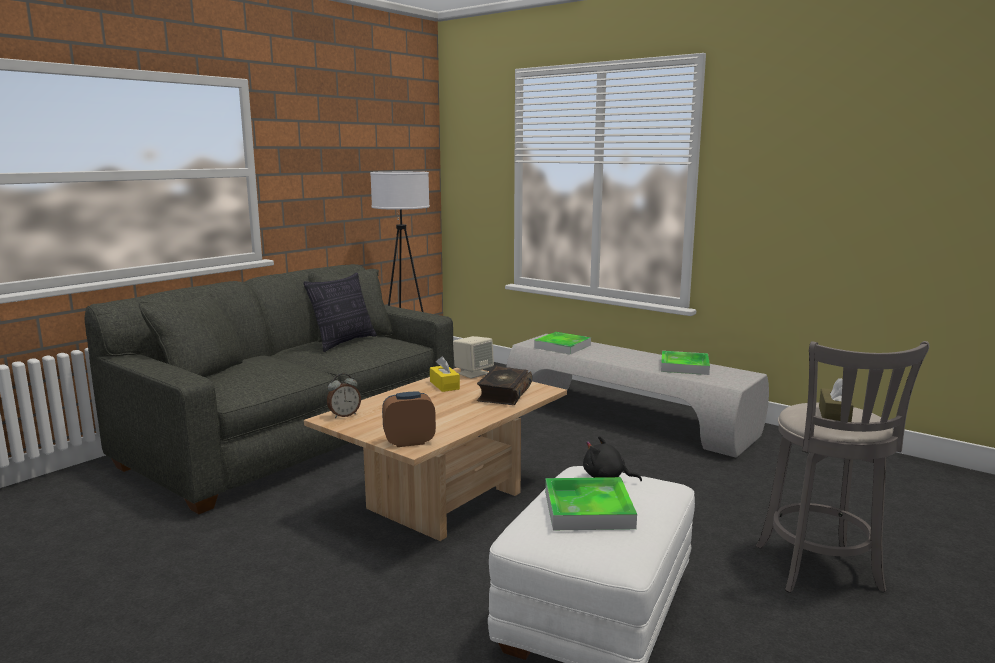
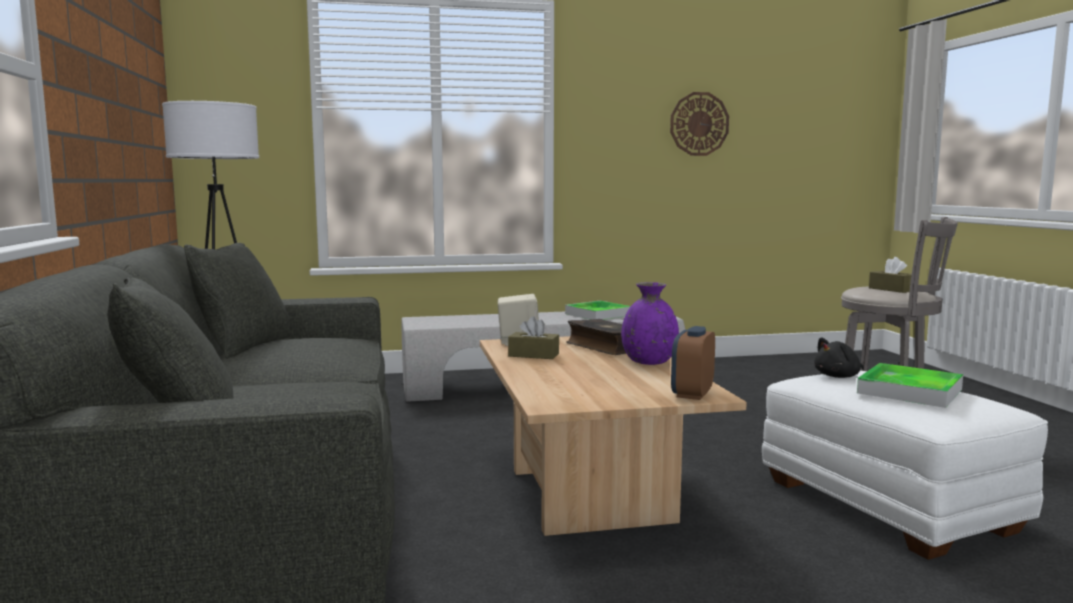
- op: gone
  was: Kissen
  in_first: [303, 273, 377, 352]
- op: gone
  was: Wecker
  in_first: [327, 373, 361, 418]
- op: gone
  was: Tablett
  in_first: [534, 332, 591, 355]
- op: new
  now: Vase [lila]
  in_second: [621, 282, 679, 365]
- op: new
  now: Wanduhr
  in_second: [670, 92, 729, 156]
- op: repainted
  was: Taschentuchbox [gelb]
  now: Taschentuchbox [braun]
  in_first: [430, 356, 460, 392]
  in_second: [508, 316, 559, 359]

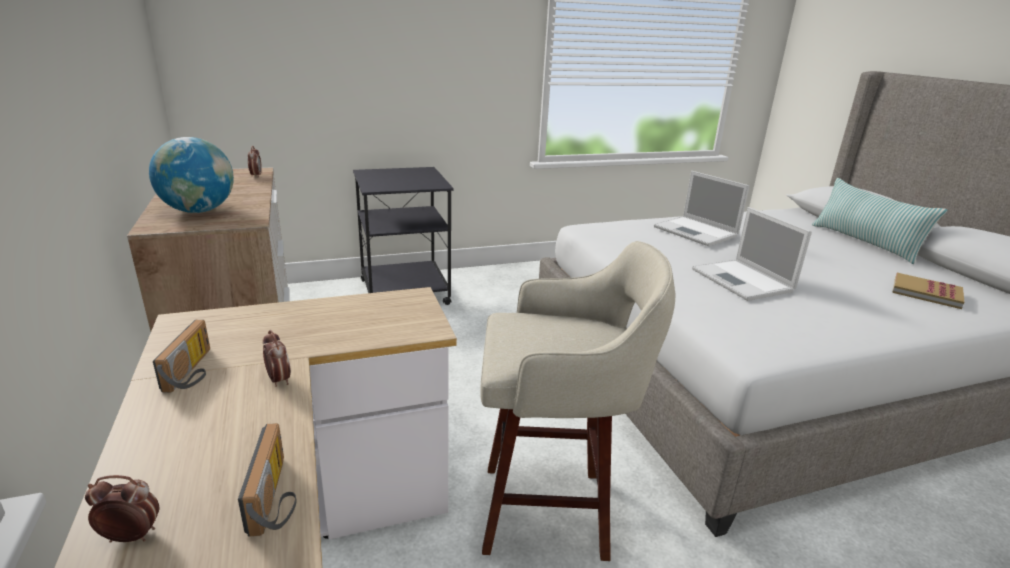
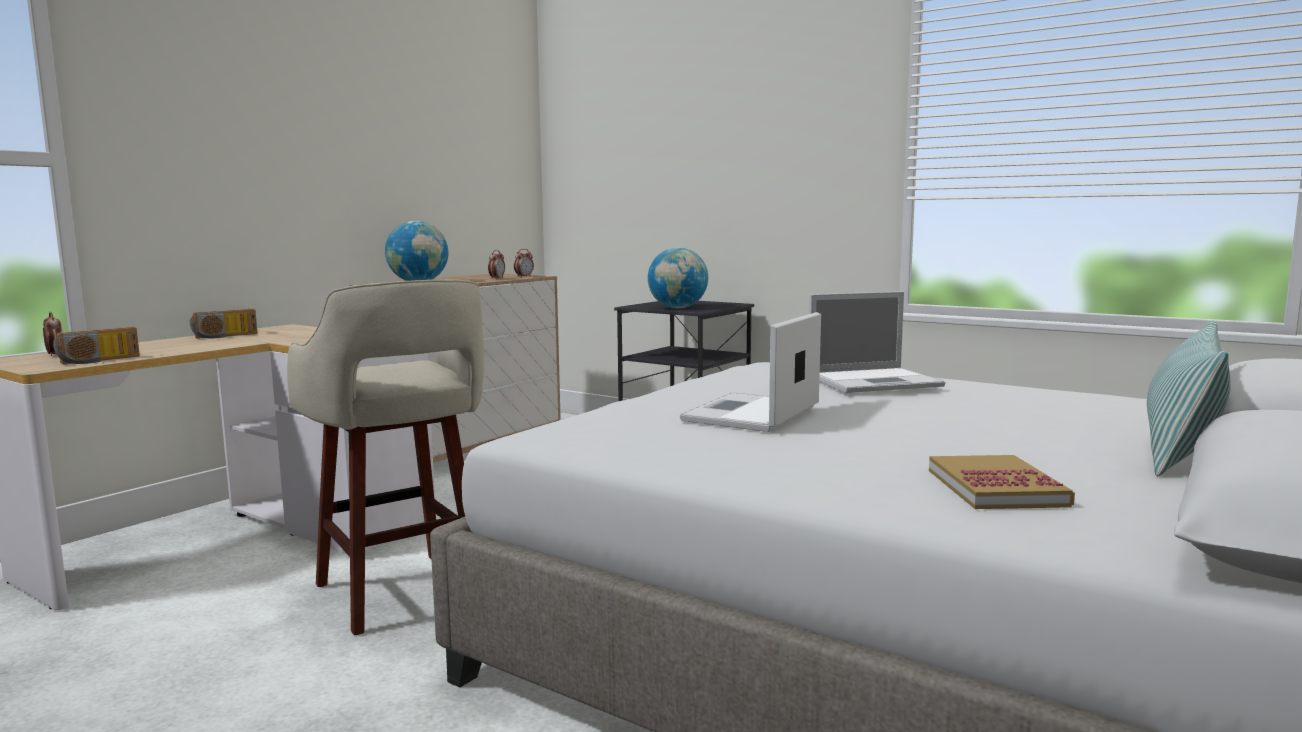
- op: new
  now: Globus
  in_second: [648, 247, 708, 309]
- op: shifted
  was: Wecker
  in_first: [263, 330, 291, 387]
  in_second: [488, 250, 505, 279]
- op: rotated
  was: Laptop
  in_first: [654, 171, 750, 246]
  in_second: [809, 291, 946, 393]
  clockwise: -120

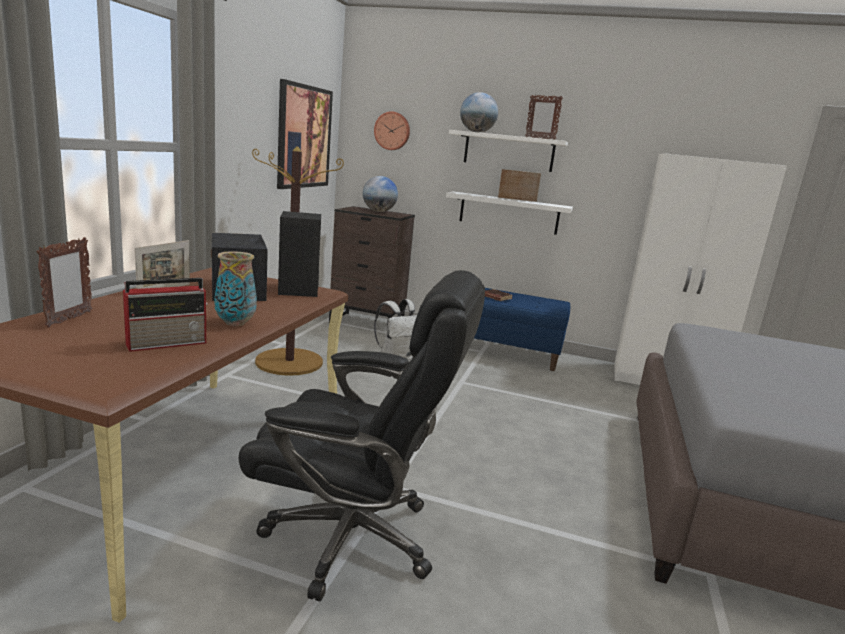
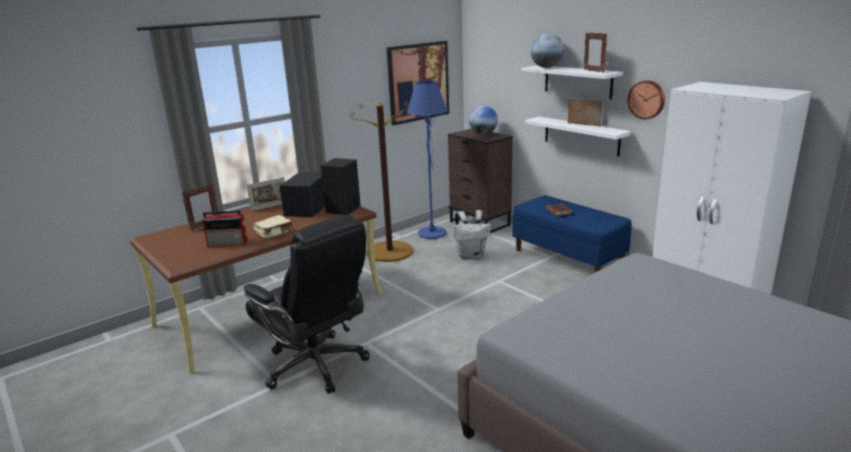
- op: new
  now: Stehlampe [blau]
  in_second: [407, 81, 448, 239]
- op: shifted
  was: Wanduhr
  in_first: [374, 111, 410, 150]
  in_second: [628, 80, 665, 119]
- op: swapped
  was: Vase
  now: Buch [beige]
  in_first: [214, 251, 257, 326]
  in_second: [253, 215, 293, 239]

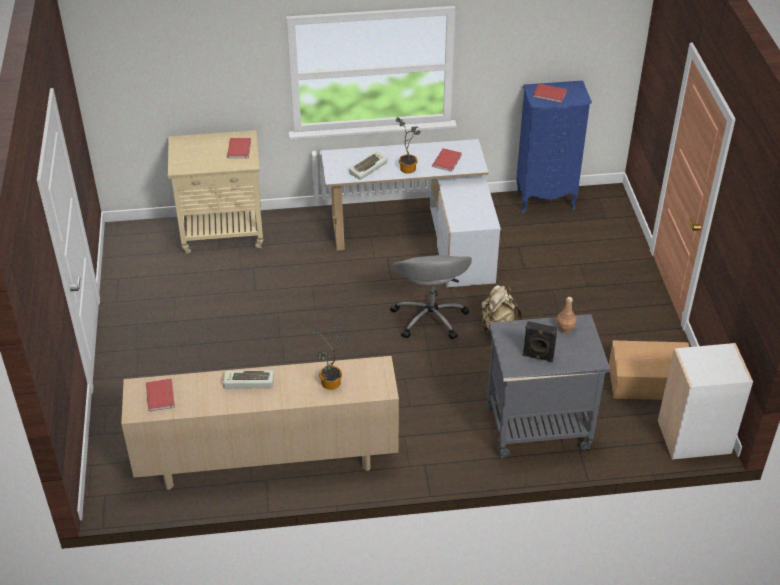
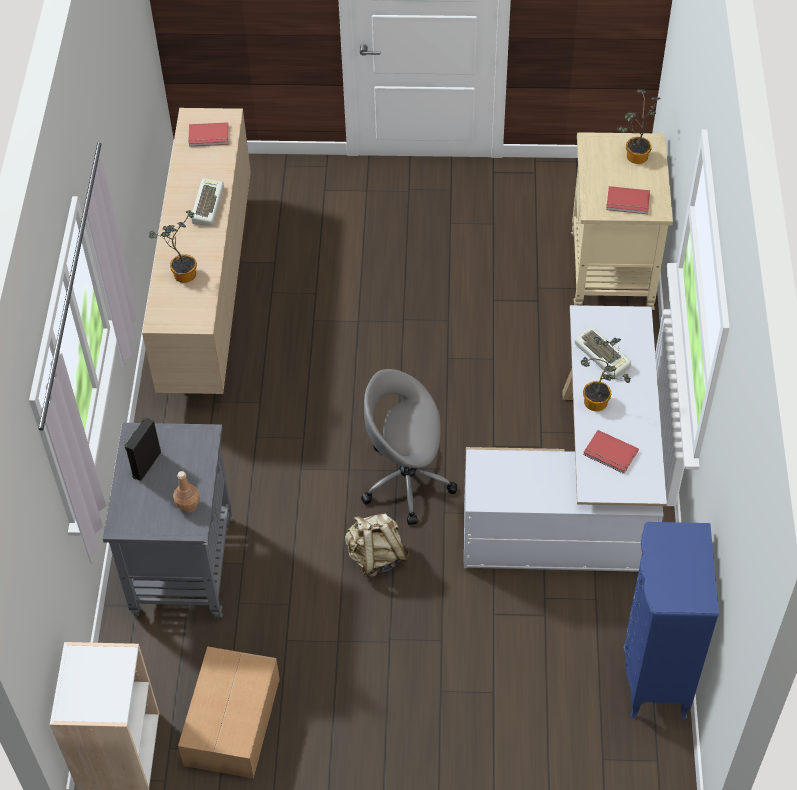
- op: gone
  was: Buch [rot]
  in_first: [533, 84, 567, 103]
- op: new
  now: Topfpflanze
  in_second: [617, 89, 661, 164]

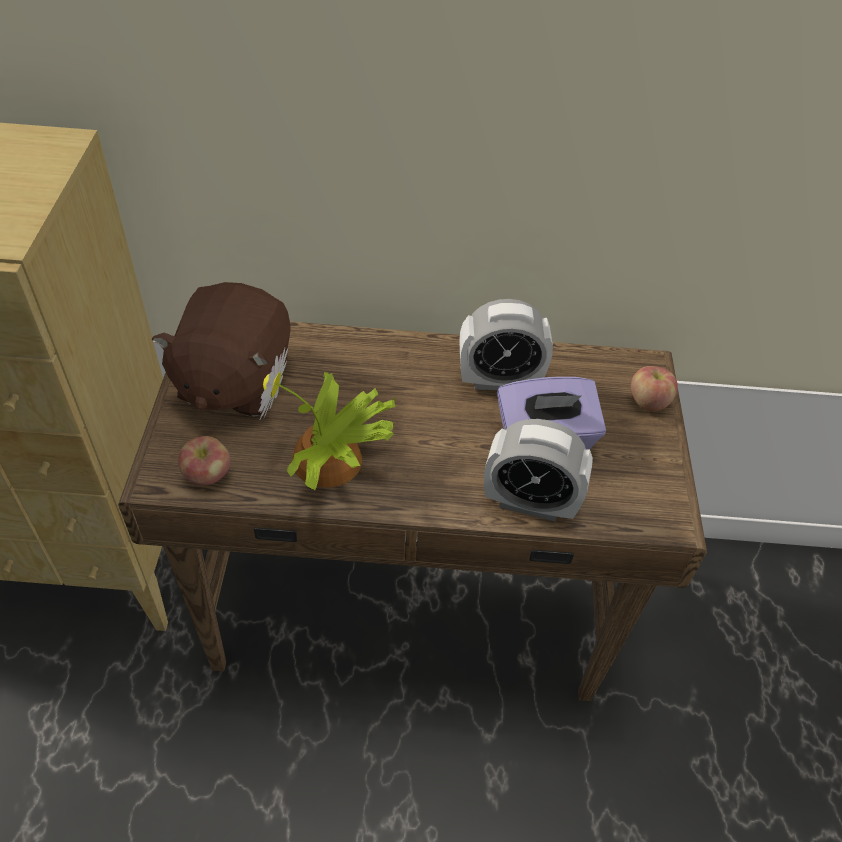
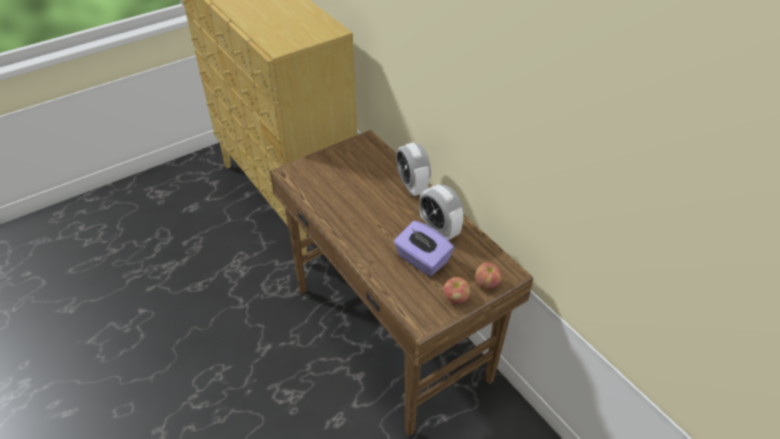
- op: gone
  was: Plüschtier [braun]
  in_first: [152, 282, 291, 417]
- op: gone
  was: Topfpflanze
  in_first: [258, 348, 396, 490]
- op: shifted
  was: Apfel
  in_first: [178, 436, 230, 485]
  in_second: [444, 277, 470, 303]
- op: shifted
  was: Wecker
  in_first: [484, 419, 593, 521]
  in_second: [396, 143, 431, 196]

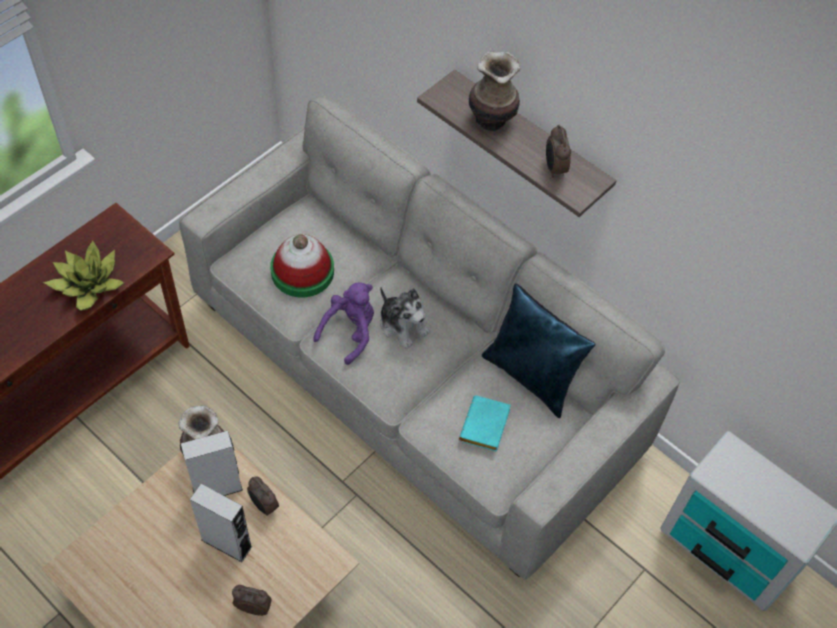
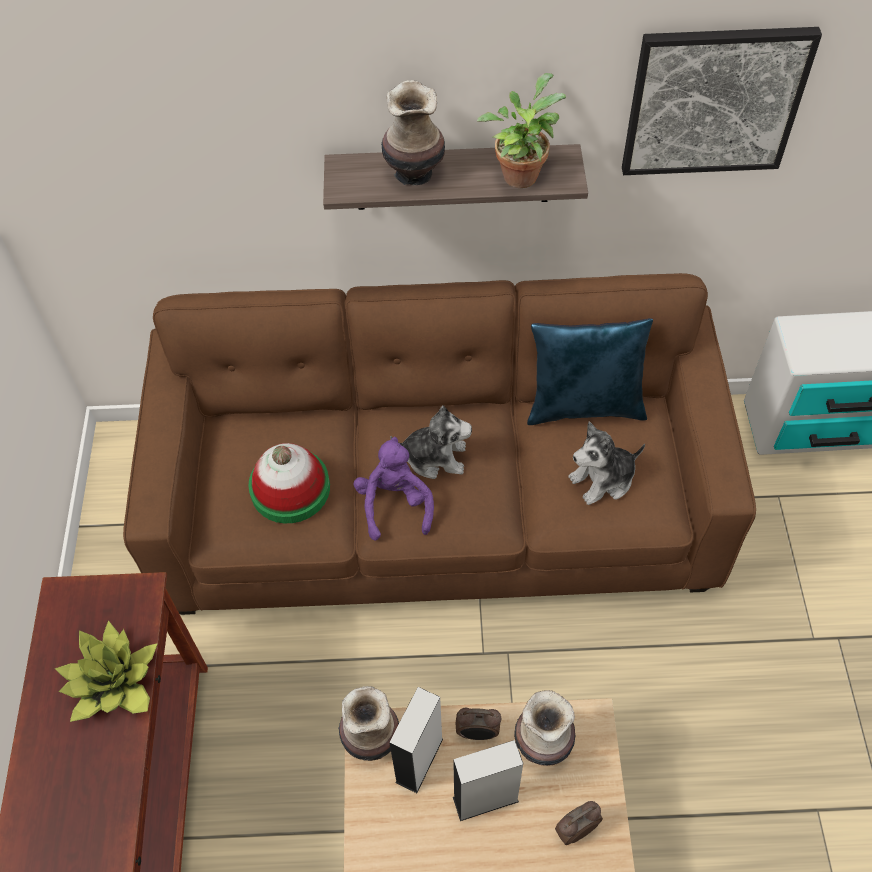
- op: new
  now: Vase
  in_second: [514, 690, 576, 766]
- op: new
  now: Bild
  in_second: [622, 27, 822, 175]
- op: swapped
  was: Buch [türkis]
  now: Plüschtier
  in_first: [459, 395, 511, 452]
  in_second: [568, 422, 645, 505]
- op: swapped
  was: Wecker
  now: Topfpflanze
  in_first: [546, 125, 571, 178]
  in_second: [477, 73, 566, 188]
- op: repainted
  was: Sofa [grau]
  now: Sofa [braun]
  in_first: [179, 96, 680, 580]
  in_second: [123, 273, 756, 615]

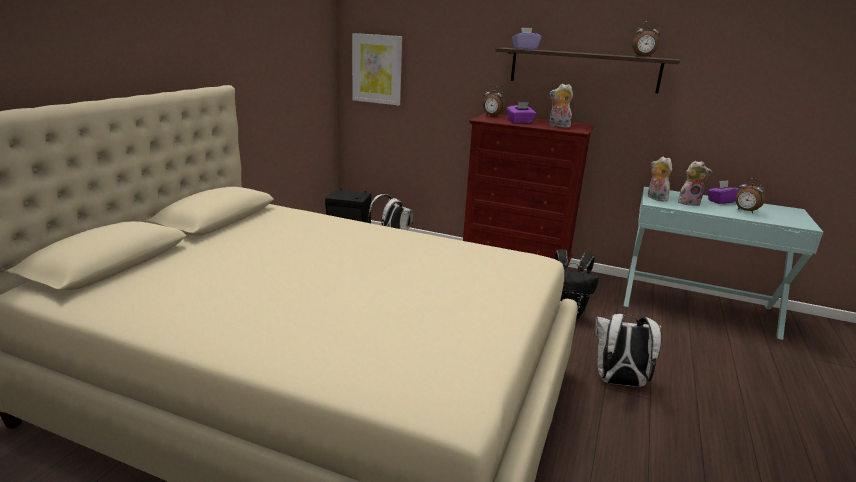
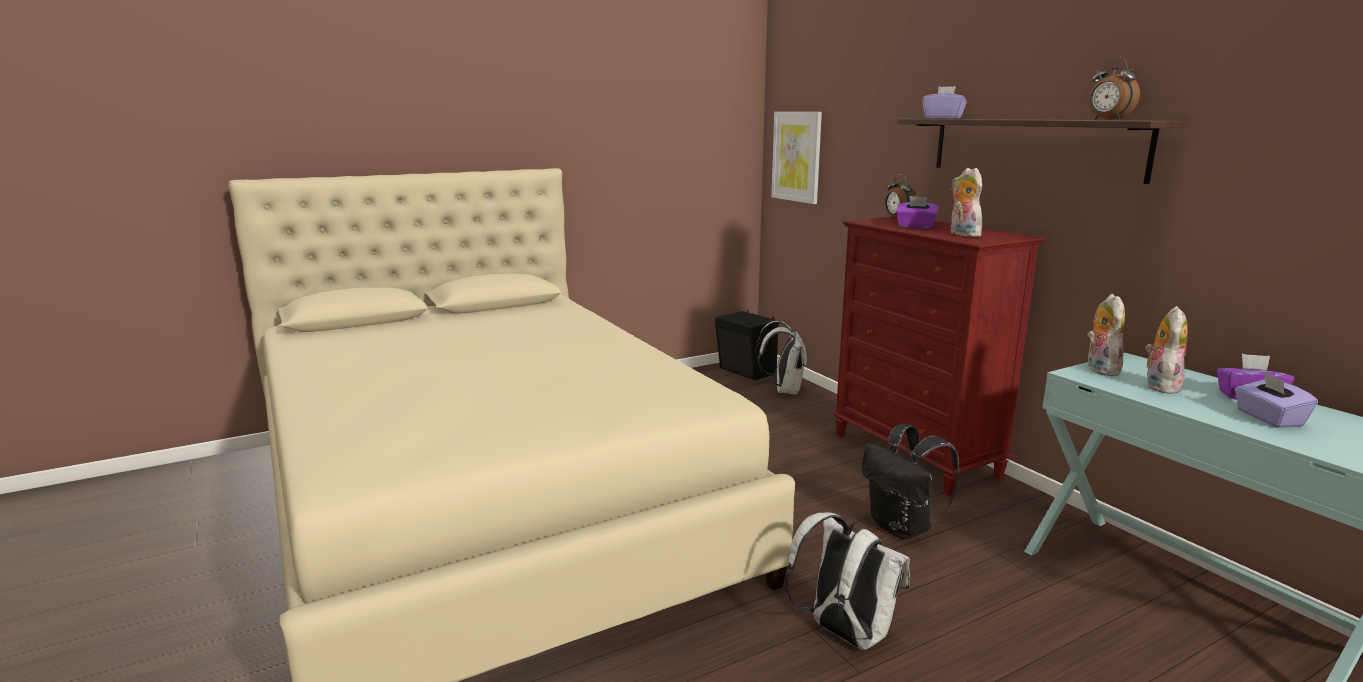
- op: swapped
  was: Wecker
  now: Taschentuchbox [lila]
  in_first: [735, 178, 765, 213]
  in_second: [1235, 371, 1318, 428]
- op: rotated
  was: Plüschtier
  in_first: [678, 161, 712, 206]
  in_second: [1145, 306, 1188, 394]
  clockwise: -105

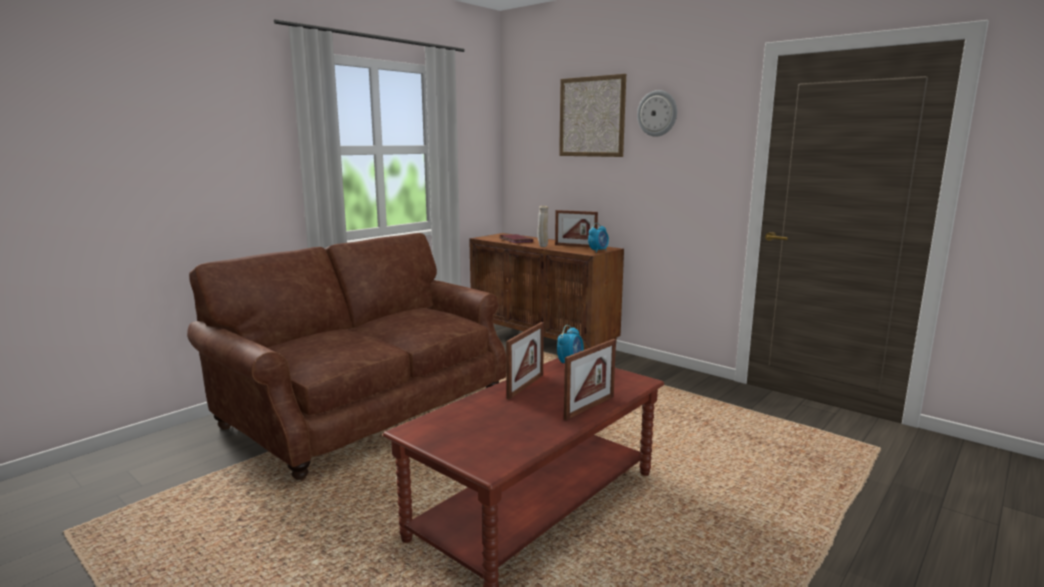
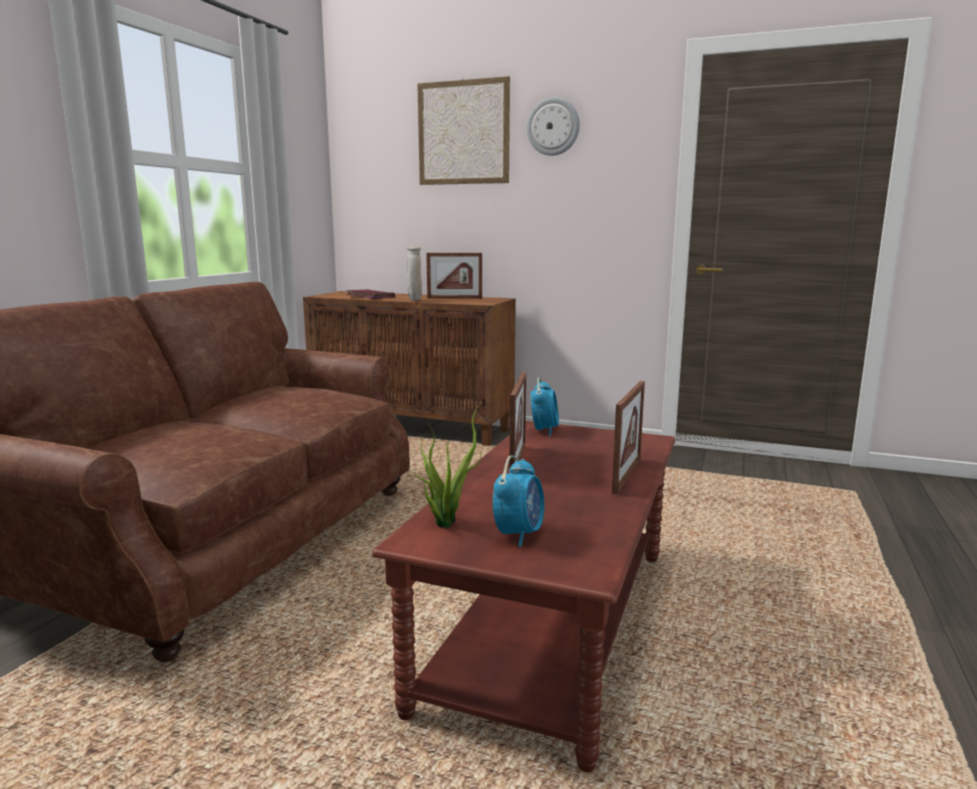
- op: new
  now: Topfpflanze
  in_second: [414, 403, 481, 528]
- op: shifted
  was: Wecker
  in_first: [588, 223, 609, 253]
  in_second: [493, 455, 544, 547]

